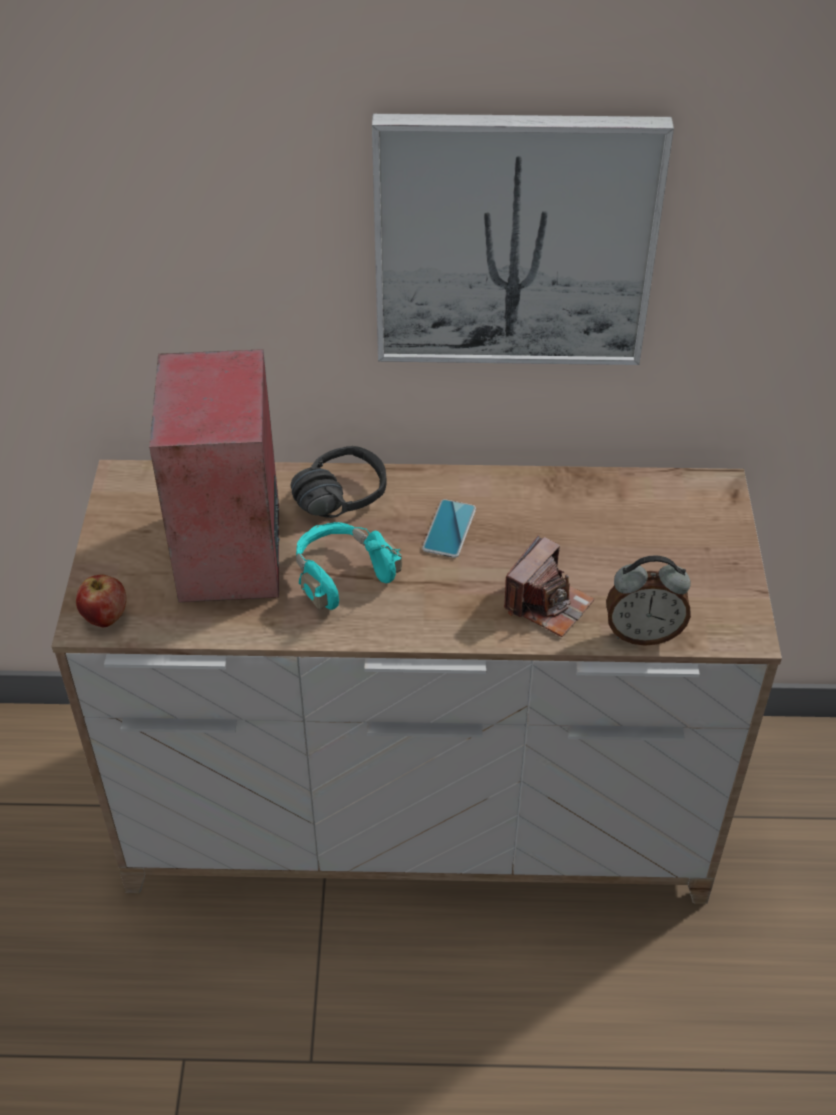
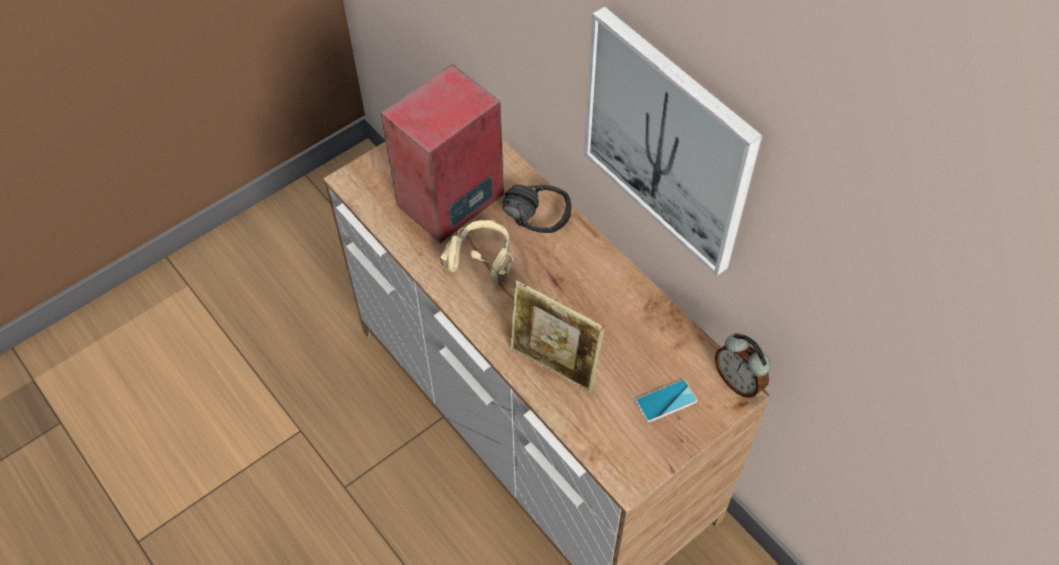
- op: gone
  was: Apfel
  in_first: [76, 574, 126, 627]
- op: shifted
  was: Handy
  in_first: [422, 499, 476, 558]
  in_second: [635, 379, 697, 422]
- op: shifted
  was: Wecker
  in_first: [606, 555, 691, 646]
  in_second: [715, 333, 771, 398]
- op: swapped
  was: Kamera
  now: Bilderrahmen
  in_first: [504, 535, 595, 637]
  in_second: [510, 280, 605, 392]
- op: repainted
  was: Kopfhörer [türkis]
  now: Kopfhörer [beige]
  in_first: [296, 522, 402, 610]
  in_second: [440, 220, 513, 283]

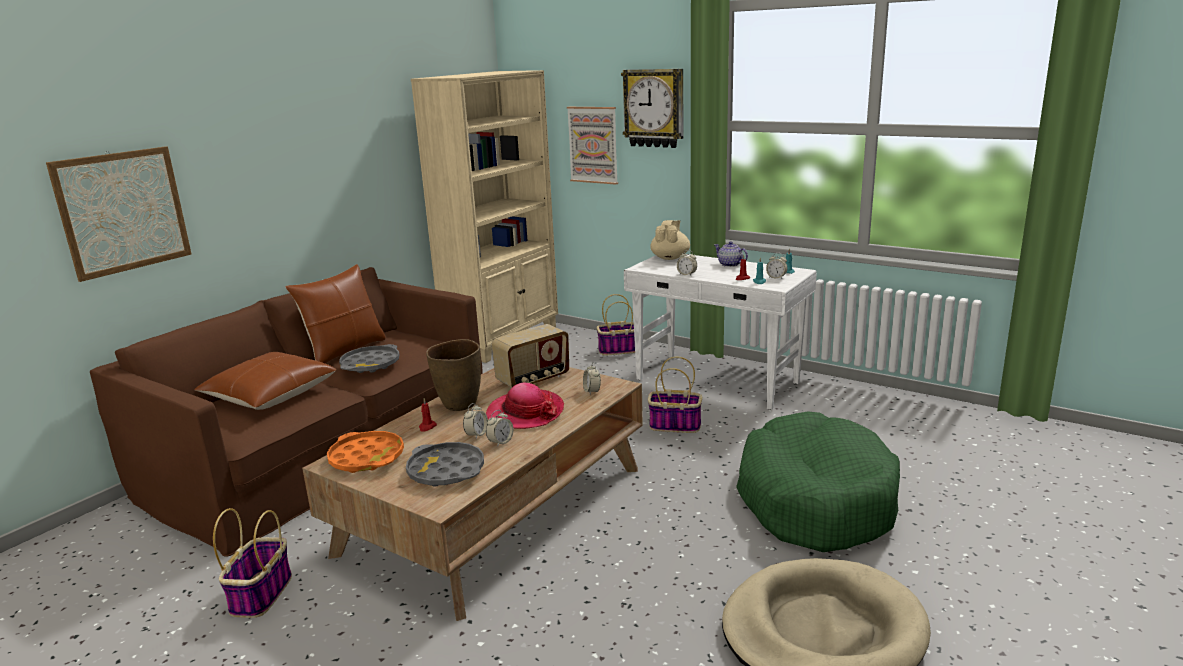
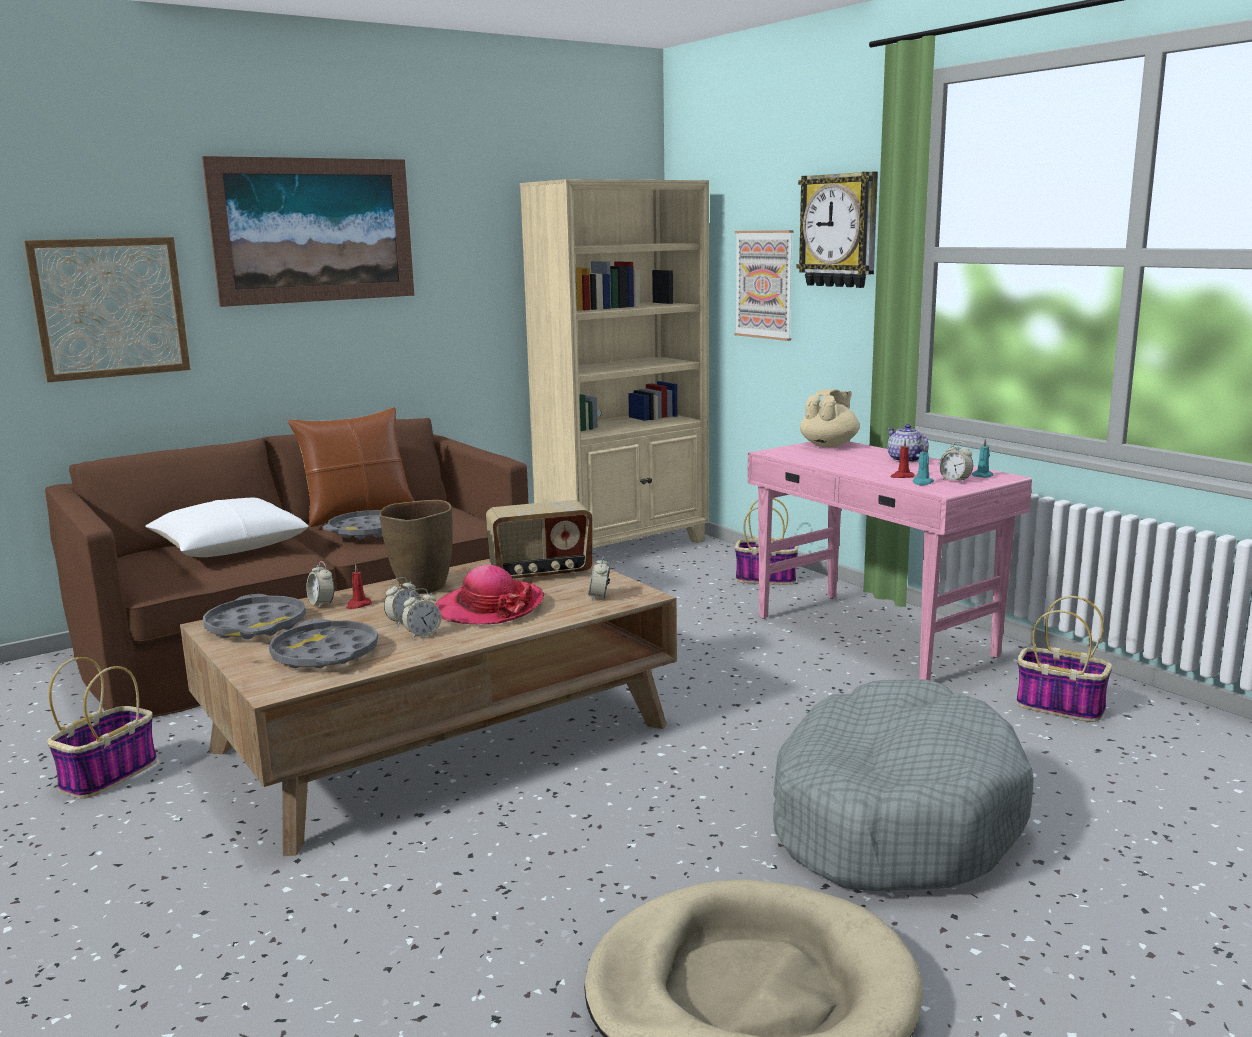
- op: new
  now: Bild
  in_second: [202, 156, 414, 307]
- op: shifted
  was: Korb
  in_first: [648, 356, 702, 433]
  in_second: [1016, 596, 1112, 722]
- op: shifted
  was: Wecker
  in_first: [677, 250, 697, 275]
  in_second: [306, 561, 334, 607]
- op: repainted
  was: Kissen [braun]
  now: Kissen [weiß]
  in_first: [195, 352, 336, 410]
  in_second: [145, 497, 309, 557]
- op: repainted
  was: Tablett [orange]
  now: Tablett [grau]
  in_first: [327, 431, 404, 473]
  in_second: [203, 594, 306, 639]
- op: repainted
  was: Konsolentisch [weiß]
  now: Konsolentisch [rosa]
  in_first: [624, 255, 817, 410]
  in_second: [747, 441, 1032, 680]
- op: repainted
  was: Hundebett [grün]
  now: Hundebett [grau]
  in_first: [736, 412, 900, 552]
  in_second: [773, 680, 1033, 891]

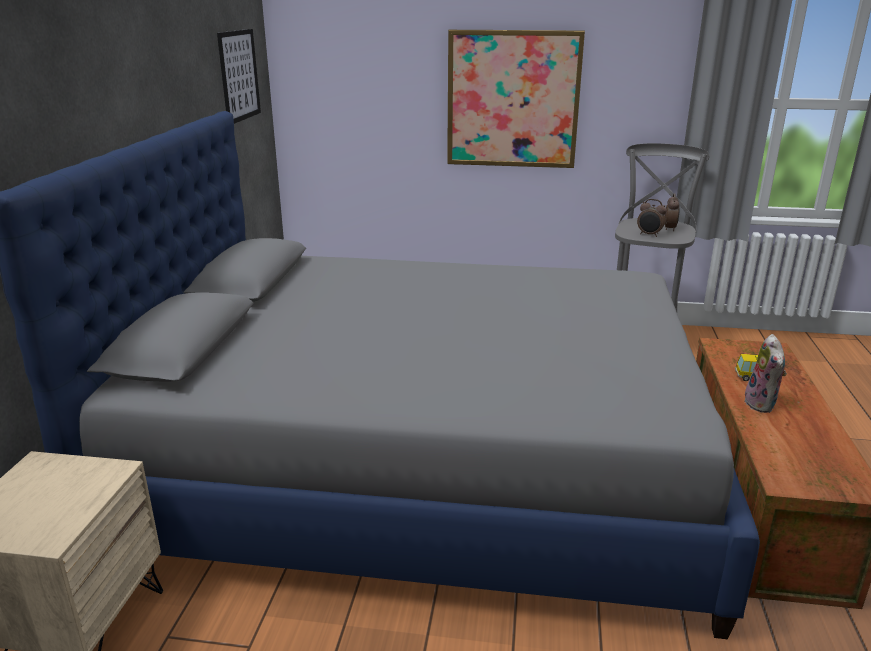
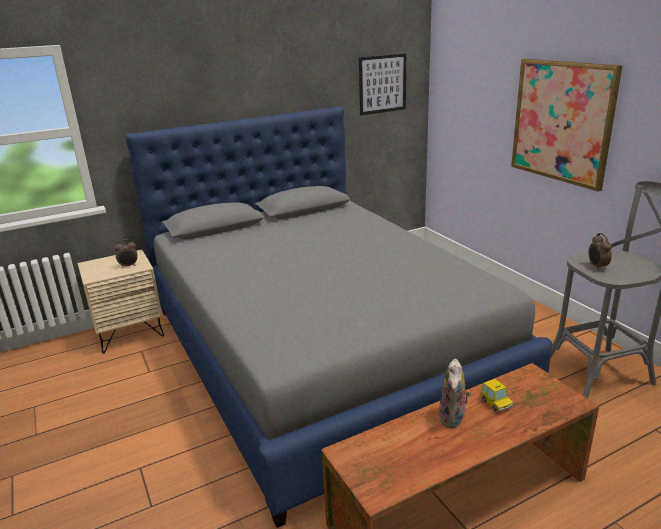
- op: shifted
  was: Wecker
  in_first: [665, 193, 680, 231]
  in_second: [114, 239, 138, 268]
- op: rotated
  was: Plüschtier
  in_first: [745, 334, 787, 413]
  in_second: [438, 359, 471, 428]
  clockwise: -45

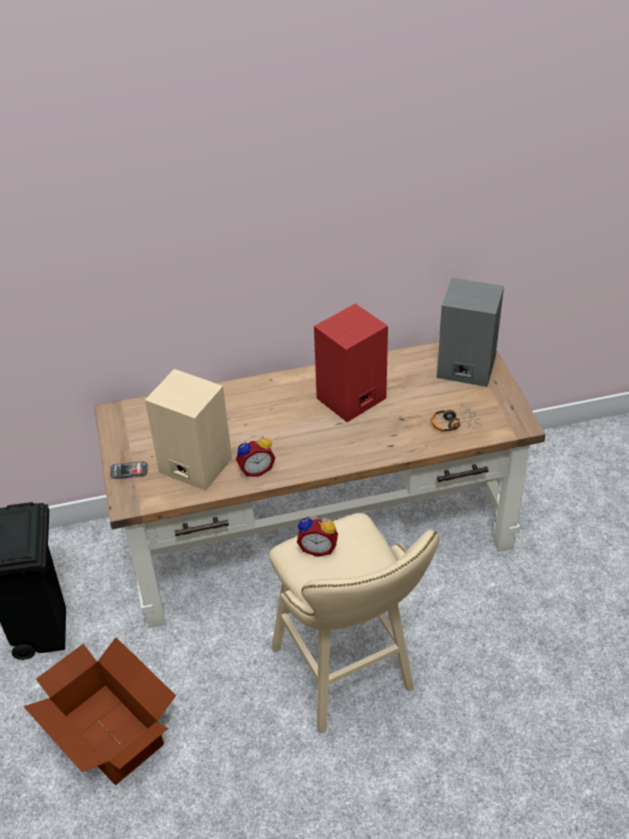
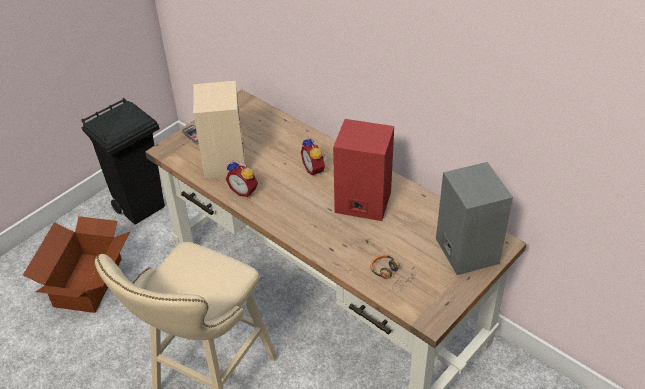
- op: shifted
  was: Wecker
  in_first: [297, 516, 338, 557]
  in_second: [301, 137, 327, 177]

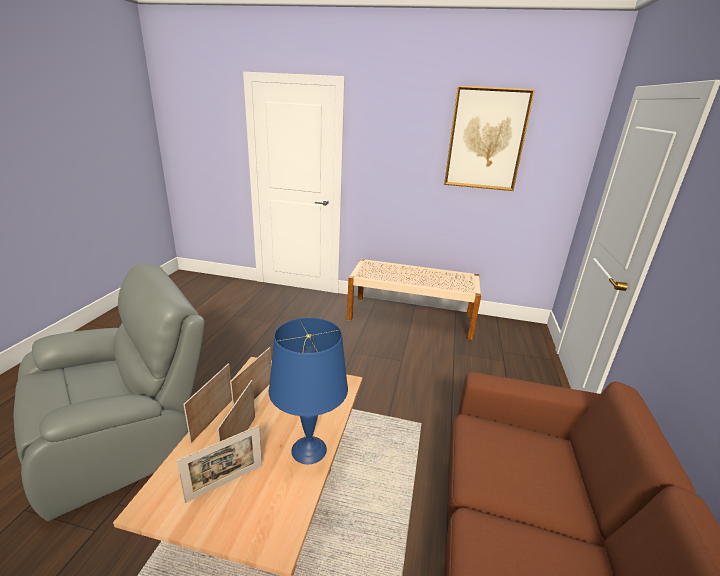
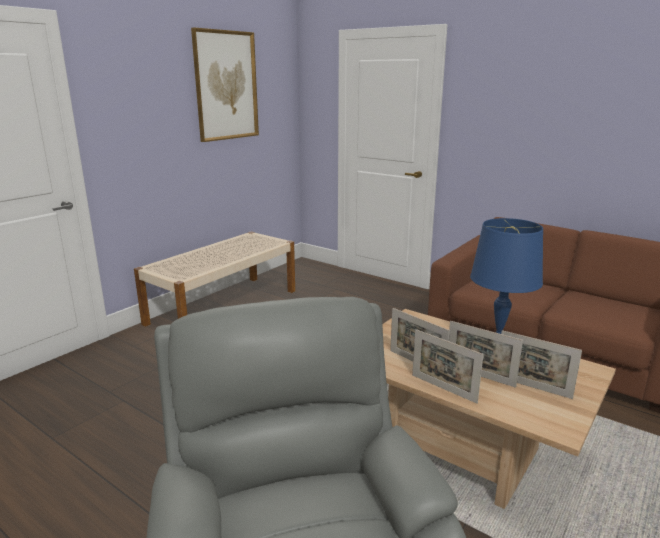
- op: rotated
  was: Bilderrahmen
  in_first: [176, 425, 262, 503]
  in_second: [501, 330, 582, 399]
  clockwise: 135

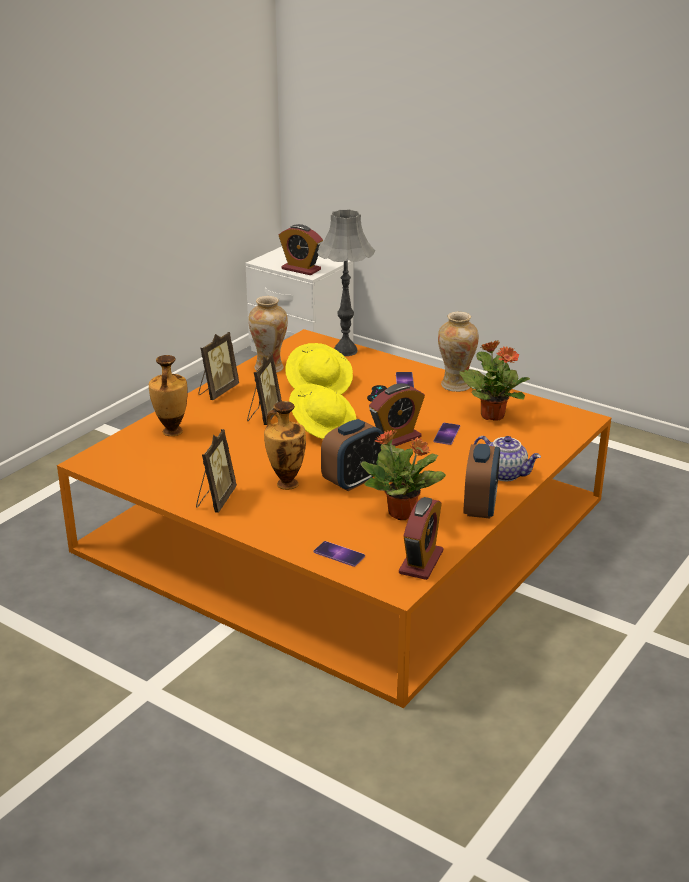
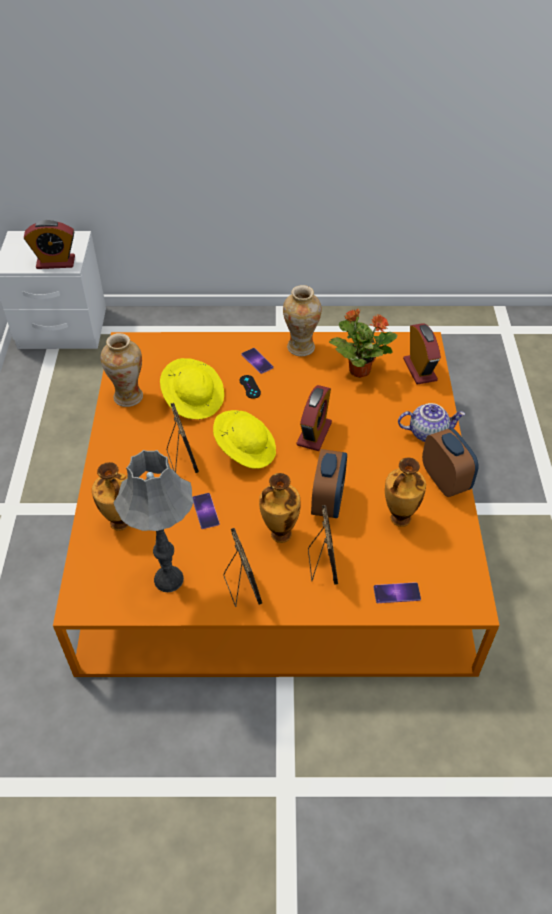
- op: shifted
  was: Bilderrahmen
  in_first: [198, 332, 239, 400]
  in_second: [308, 505, 338, 585]
- op: shifted
  was: Tischlampe [grau]
  in_first: [317, 209, 375, 356]
  in_second: [113, 450, 193, 592]
- op: shifted
  was: Wecker
  in_first: [399, 497, 443, 580]
  in_second: [403, 323, 441, 385]
- op: shifted
  was: Handy
  in_first: [433, 423, 460, 445]
  in_second: [193, 493, 220, 529]
- op: swapped
  was: Topfpflanze
  now: Vase
  in_first: [361, 429, 446, 520]
  in_second: [385, 458, 426, 527]

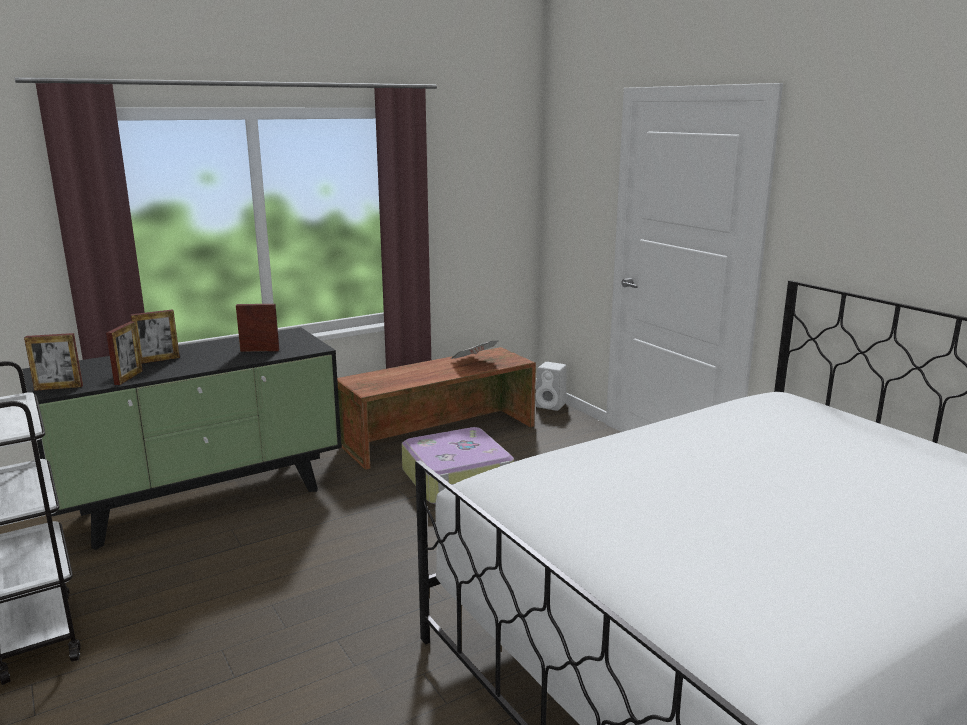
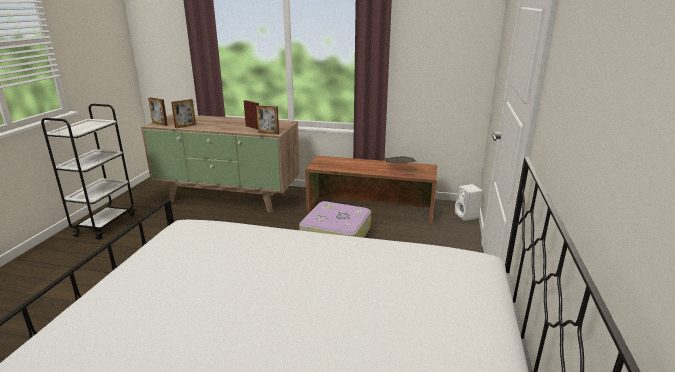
- op: shifted
  was: Bilderrahmen
  in_first: [130, 309, 180, 364]
  in_second: [256, 105, 279, 134]
- op: repainted
  was: Kommode [schwarz]
  now: Kommode [grün]
  in_first: [22, 327, 342, 550]
  in_second: [141, 114, 300, 213]

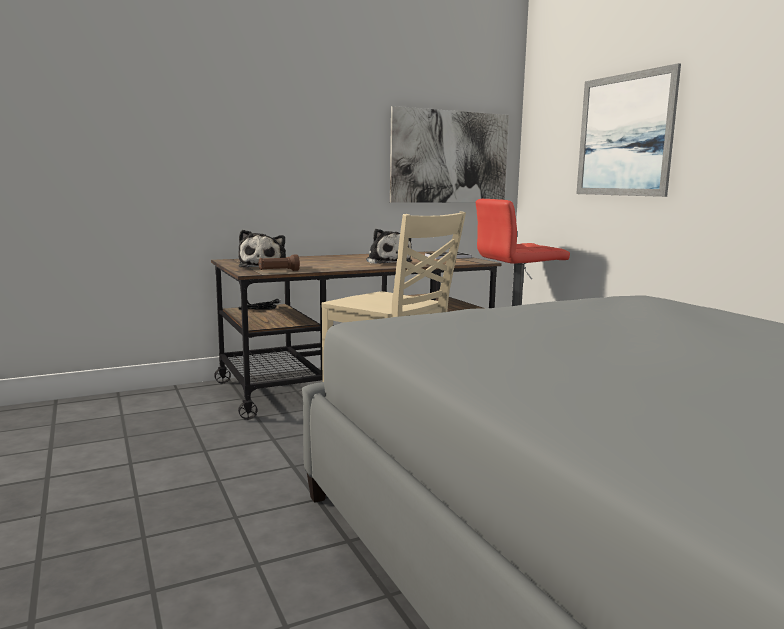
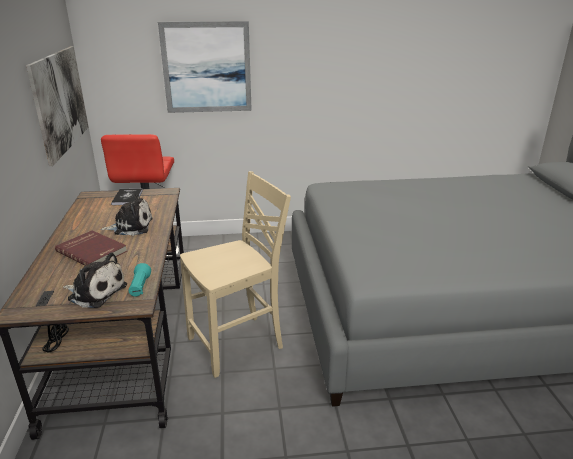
- op: new
  now: Buch [rot]
  in_second: [55, 231, 127, 266]
- op: repainted
  was: Taschenlampe [braun]
  now: Taschenlampe [türkis]
  in_first: [258, 255, 300, 271]
  in_second: [128, 263, 151, 296]

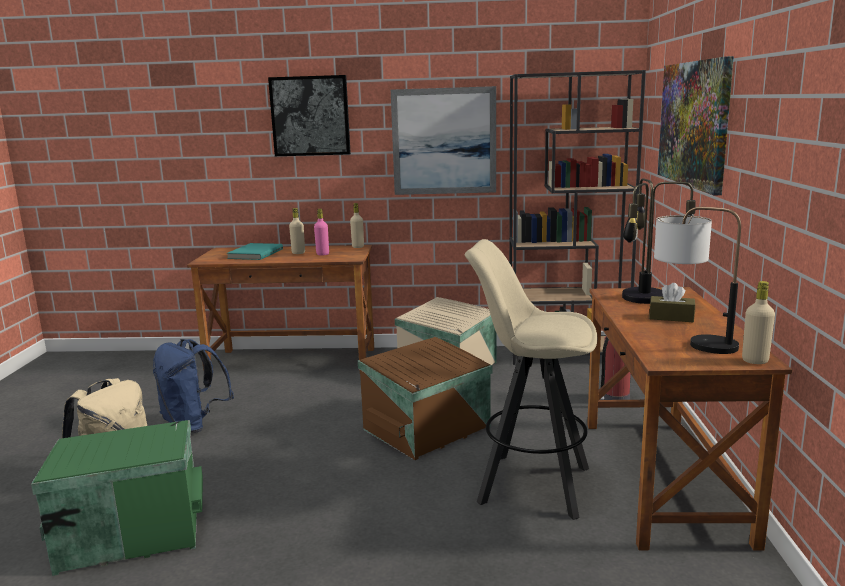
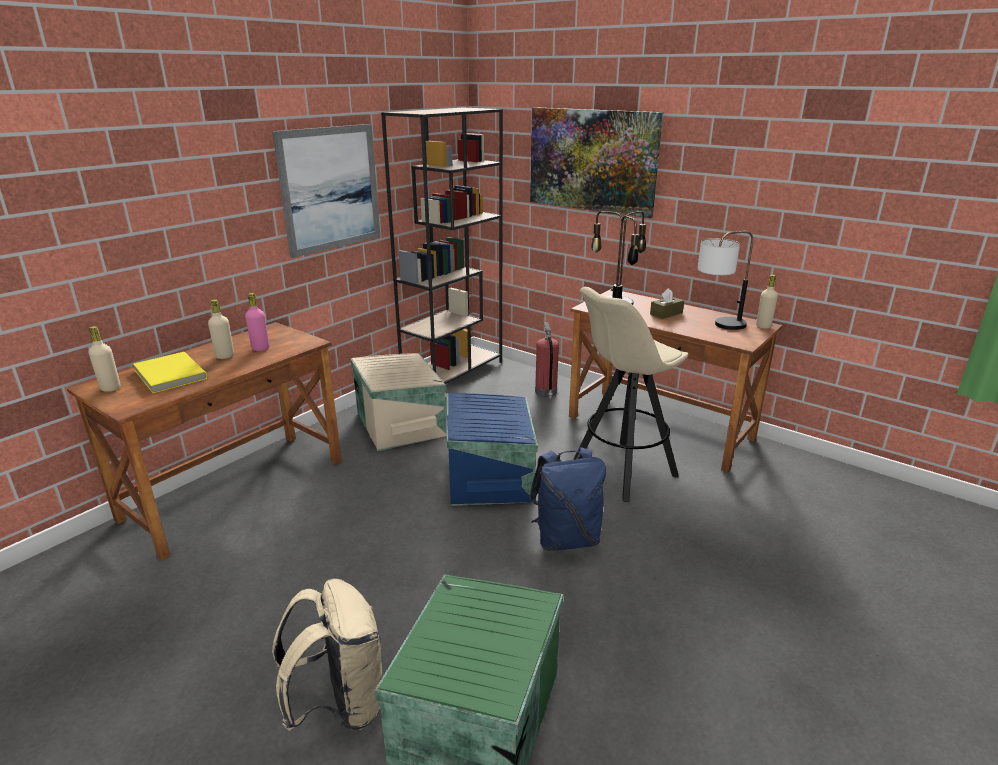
- op: gone
  was: Bild
  in_first: [268, 75, 351, 156]
- op: shifted
  was: Rucksack [blau]
  in_first: [153, 339, 234, 433]
  in_second: [529, 447, 606, 551]
- op: shifted
  was: Flasche [beige]
  in_first: [350, 203, 364, 248]
  in_second: [89, 326, 120, 392]
- op: repainted
  was: Buch [türkis]
  now: Buch [gelb]
  in_first: [227, 243, 283, 260]
  in_second: [133, 352, 207, 393]
- op: repainted
  was: Aufbewahrungsbox [braun]
  now: Aufbewahrungsbox [blau]
  in_first: [358, 337, 492, 460]
  in_second: [447, 393, 538, 506]

